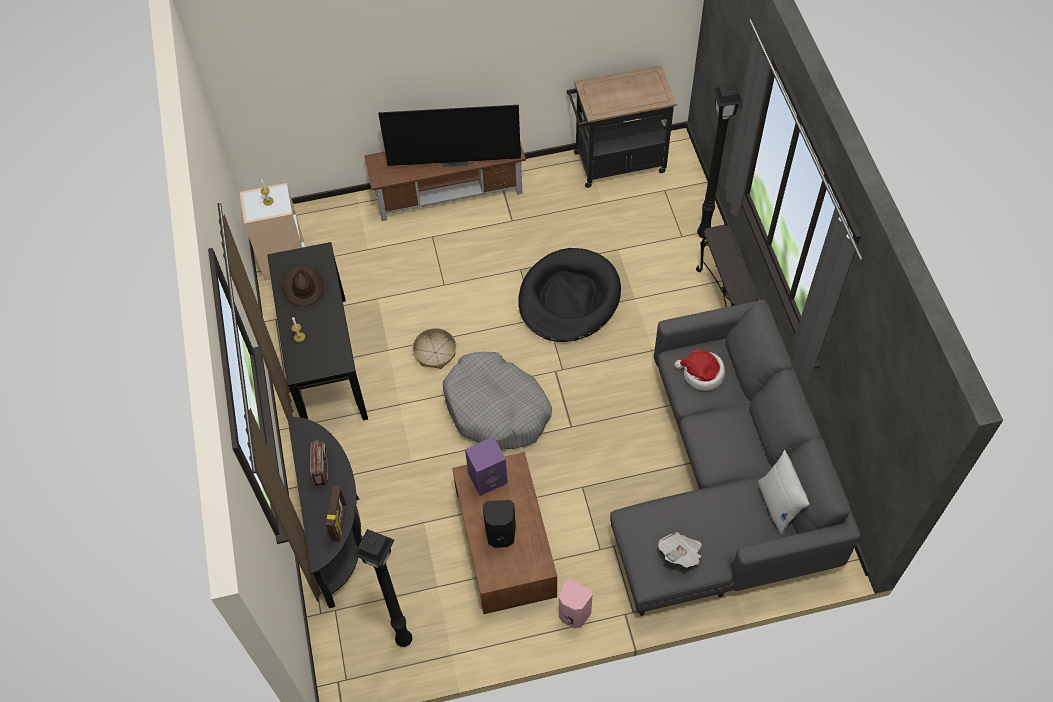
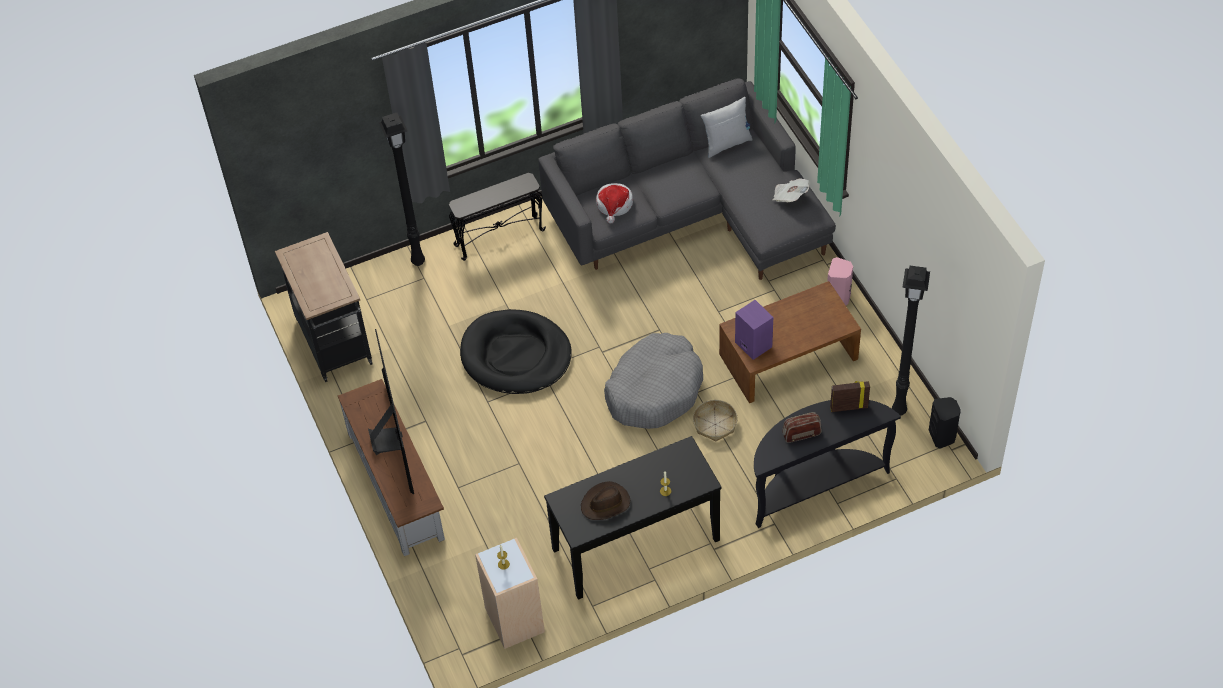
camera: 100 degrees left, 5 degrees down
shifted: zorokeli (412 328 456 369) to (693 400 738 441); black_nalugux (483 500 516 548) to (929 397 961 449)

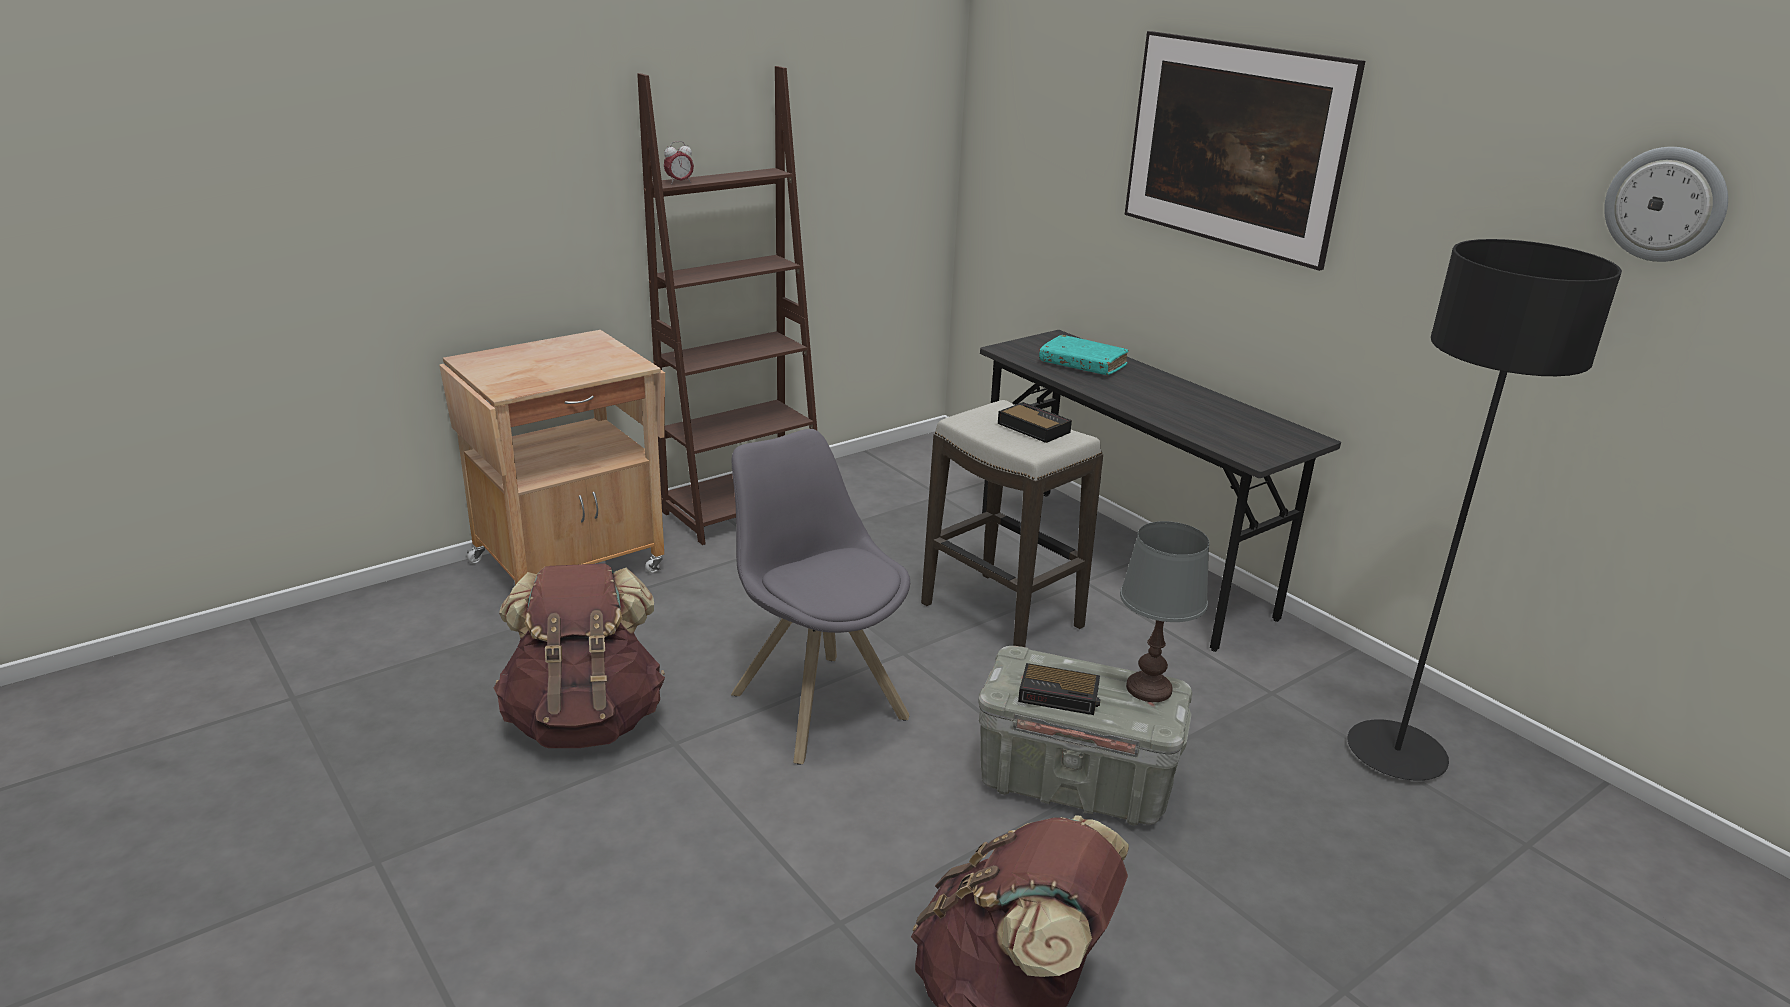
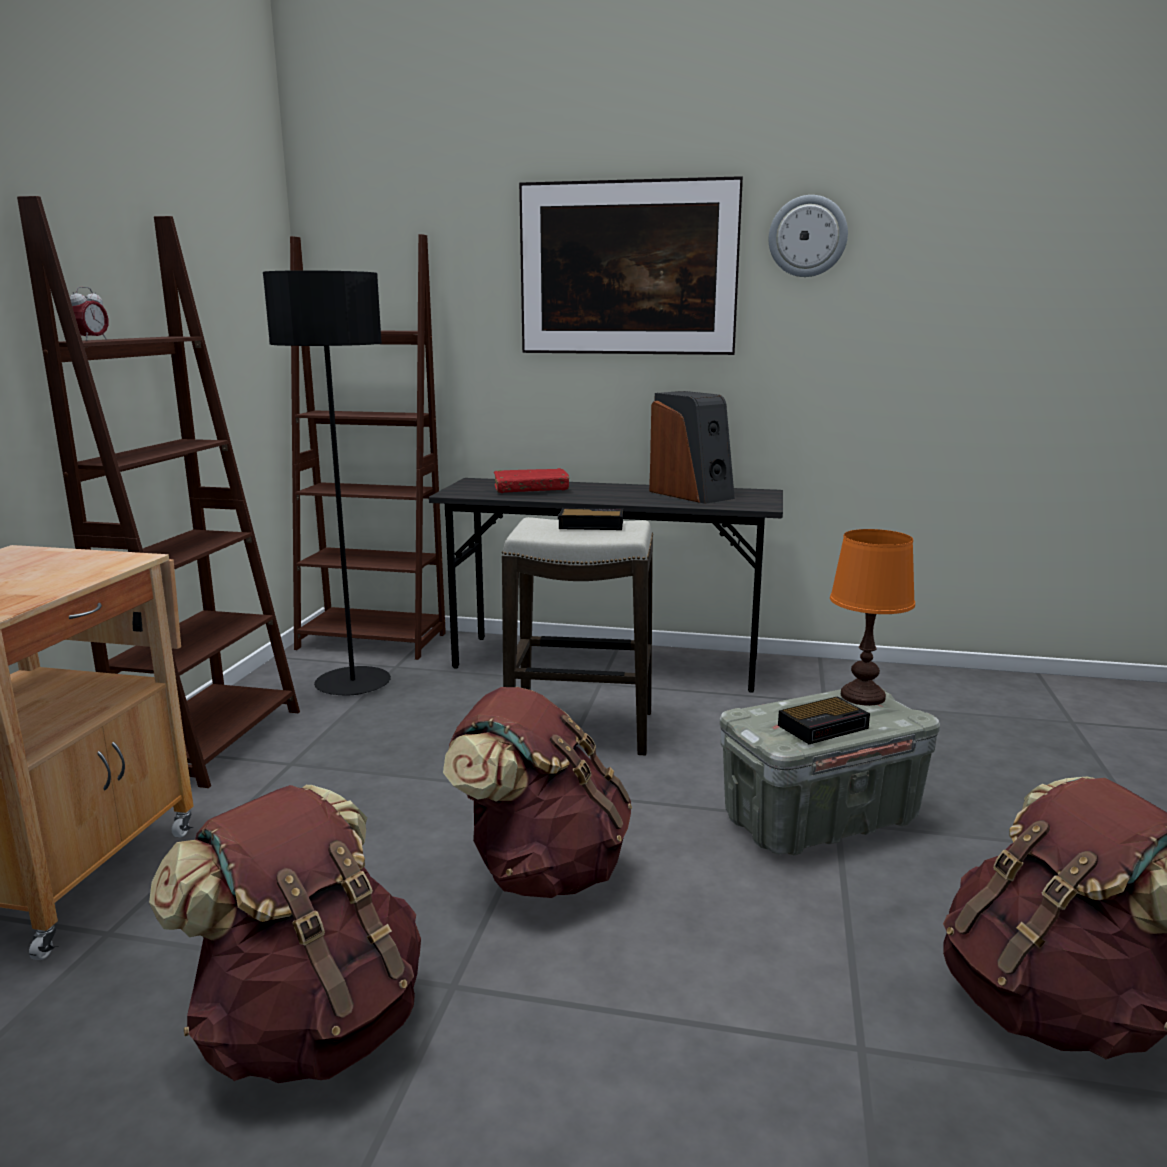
camera: 40 degrees left, 10 degrees down
new: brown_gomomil (290 234 446 660); nalugux (649 391 735 504)
shifted: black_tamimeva (1348 239 1622 780) to (263 270 391 695); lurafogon (1604 147 1728 262) to (769 195 848 277)
swapped: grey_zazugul (731 429 910 765) to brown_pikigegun (443 687 632 898)
repainted: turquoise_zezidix (1039 335 1129 375) to red_zezidix (494 468 569 493); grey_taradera (1120 521 1209 702) to orange_taradera (830 529 915 706)

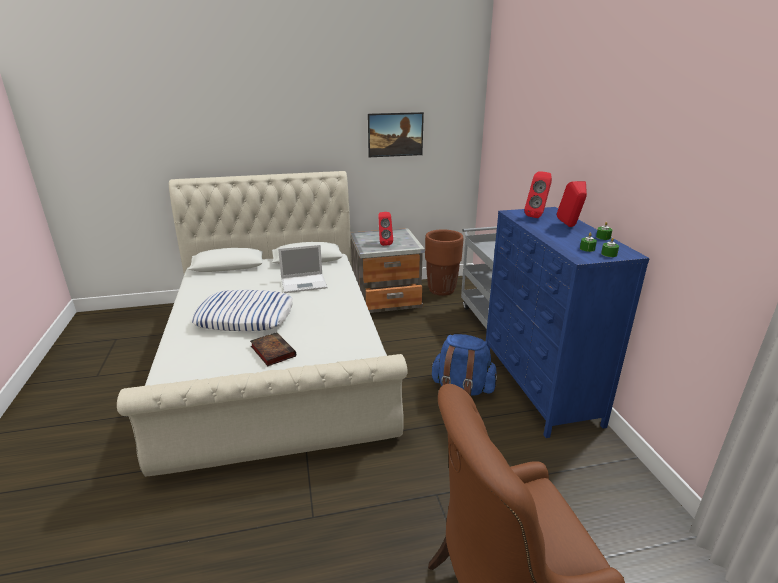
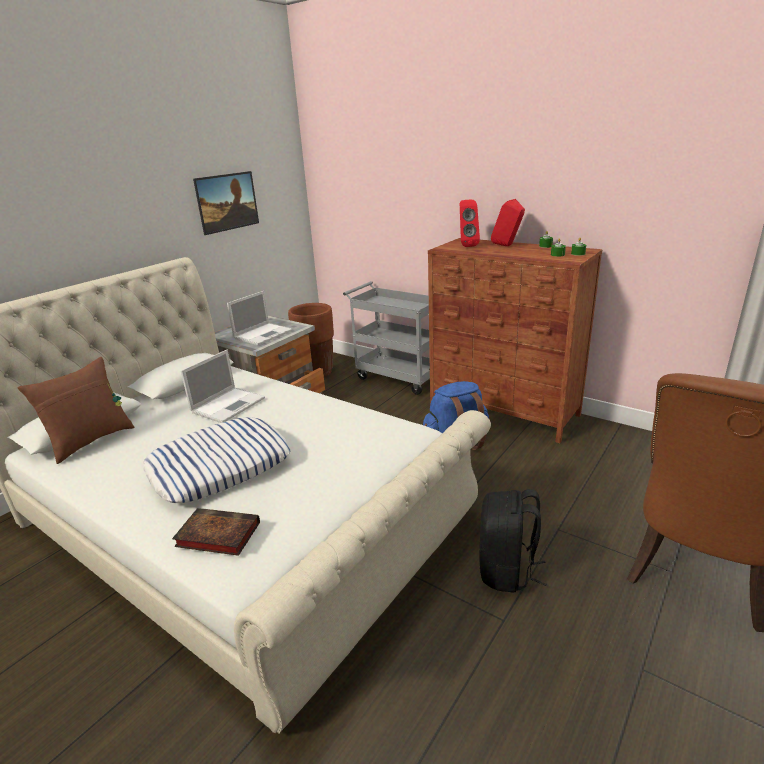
camera: 40 degrees left, 0 degrees up
new: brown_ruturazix (18 357 135 464); black_pikigegun (479 489 547 593)
shifted: zezidix (250 332 296 366) to (172 508 260 556)
swapped: red_nalugux (378 212 393 246) to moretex (227 291 292 345)
repainted: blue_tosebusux (486 207 650 438) to brown_tosebusux (428 238 602 443)

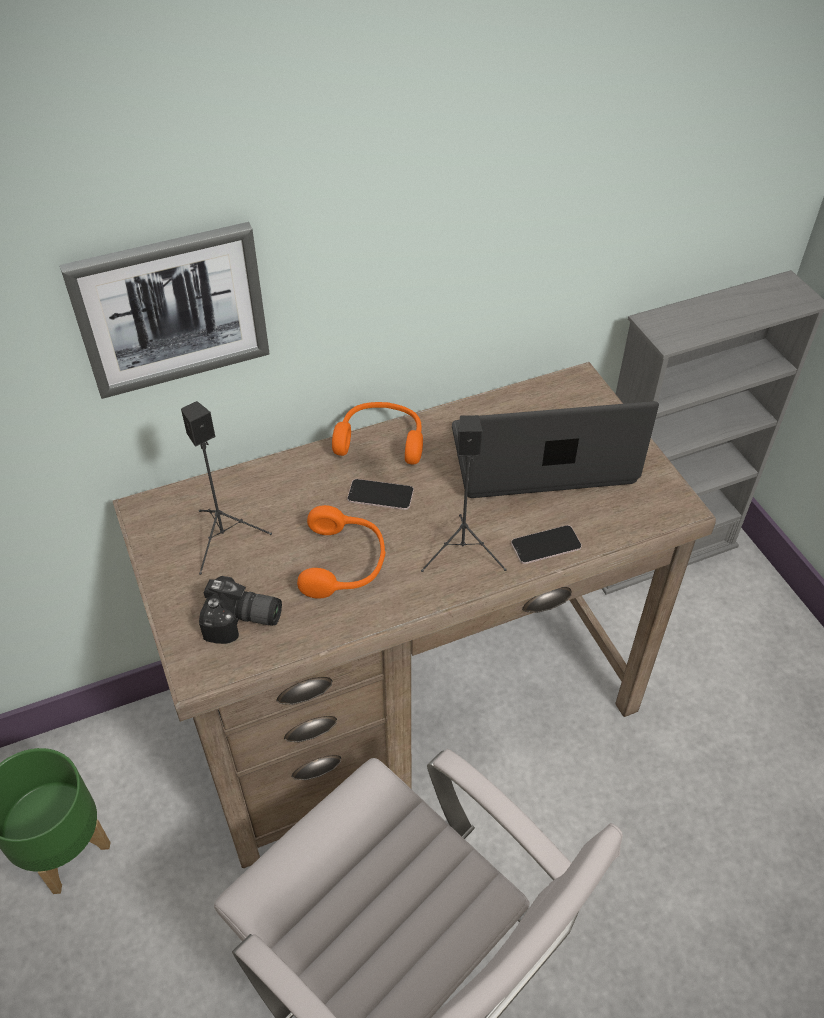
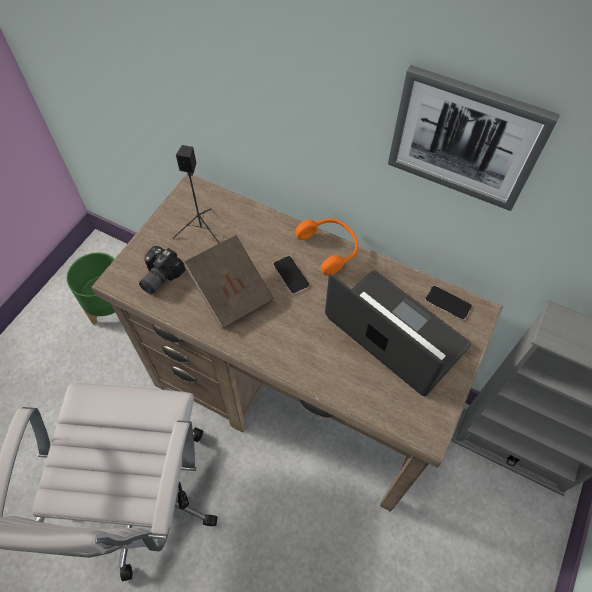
camera: 50 degrees right, 10 degrees up
gone: black_nalugux (421 415 507 572)
shifted: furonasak (60 222 269 399) to (388 65 560 211); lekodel (511 525 582 564) to (425 286 472 320)
swapped: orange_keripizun (297 505 386 599) to brown_zezidix (184 235 274 329)
rotated: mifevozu (199 576 282 644) = (139 246 185 294) 60 degrees clockwise

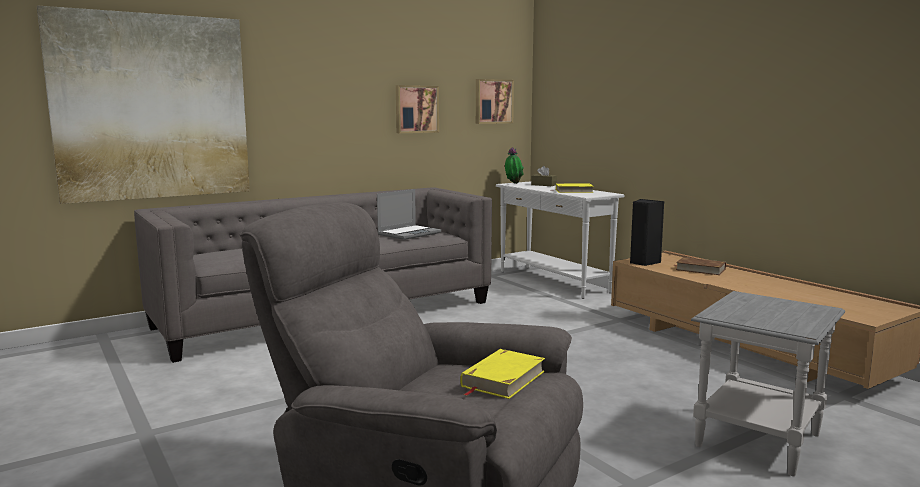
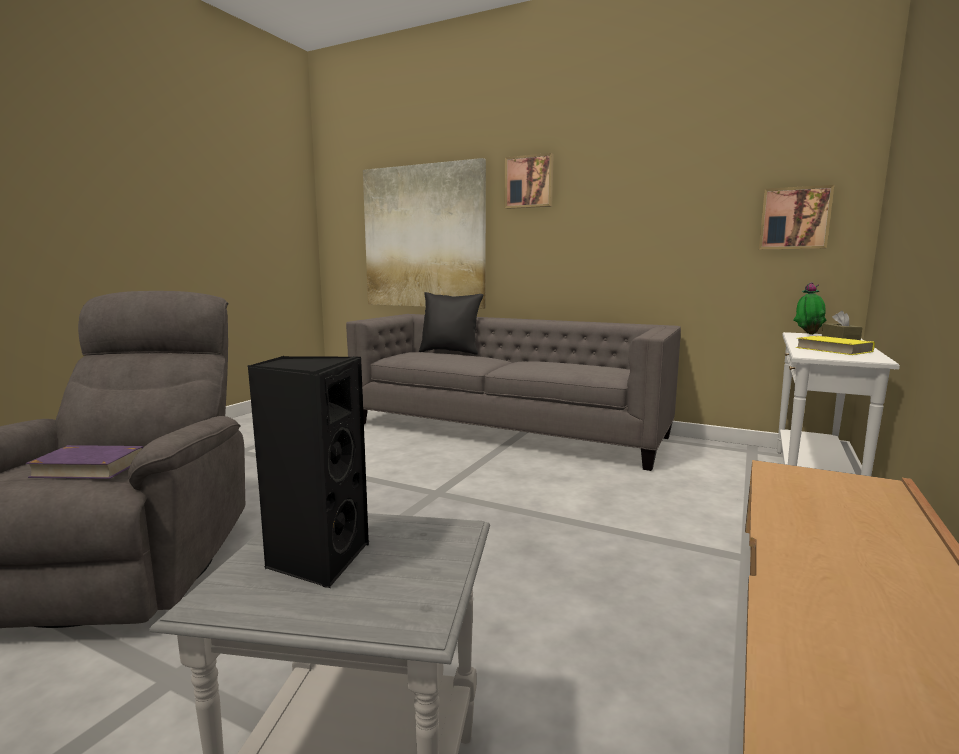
camera: 60 degrees right, 0 degrees up
gone: moretex (377 189 441 240); brown_zezidix (676 257 726 275)
new: black_ruturazix (419 292 483 355)
shifted: furonasak (396 85 439 133) to (504 153 554 209); black_nalugux (630 199 664 266) to (248 356 369 588)
repainted: yellow_zezidix (460 349 545 399) to purple_zezidix (25 445 144 479)

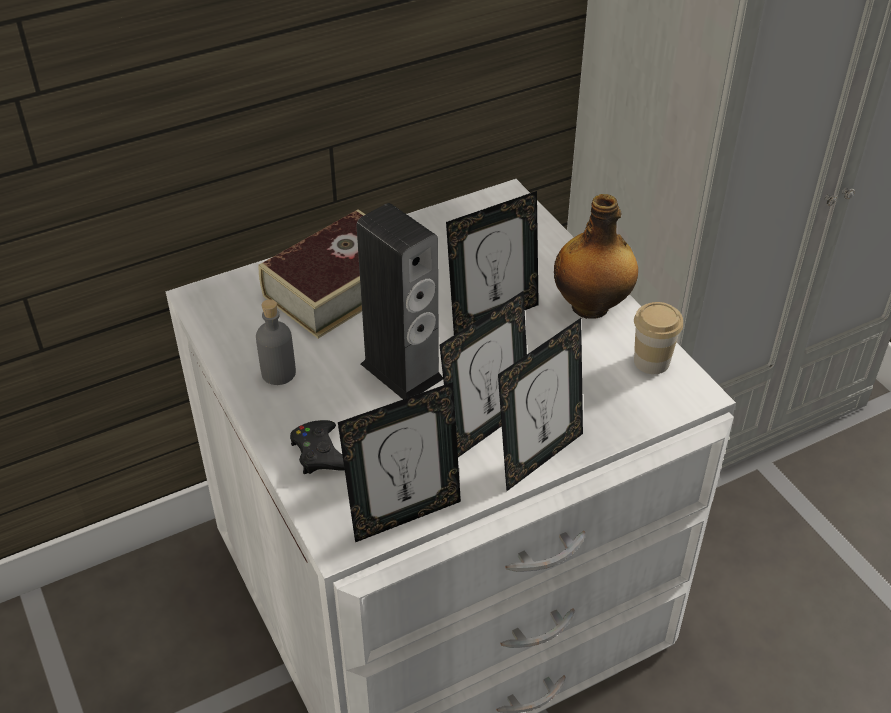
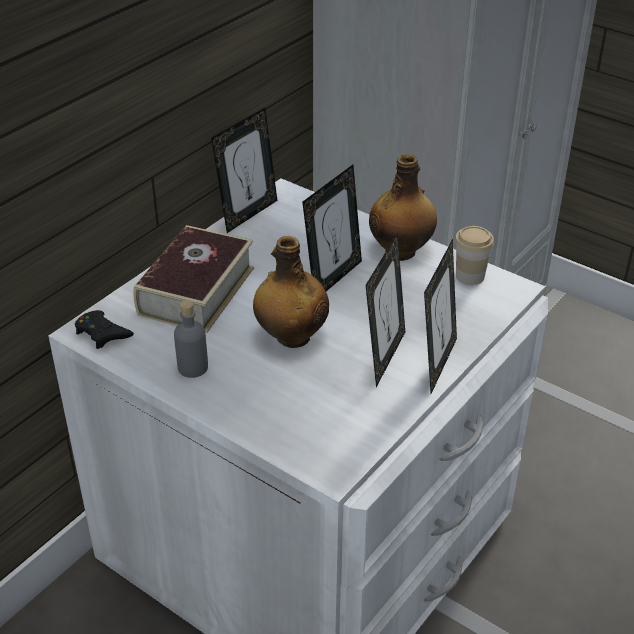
camera: 25 degrees left, 5 degrees down
shifted: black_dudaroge (290 420 345 474) to (75 310 134 349); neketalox (338 382 461 542) to (211 108 277 233)
swapped: nalugux (357 203 443 399) to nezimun (253 236 329 348)

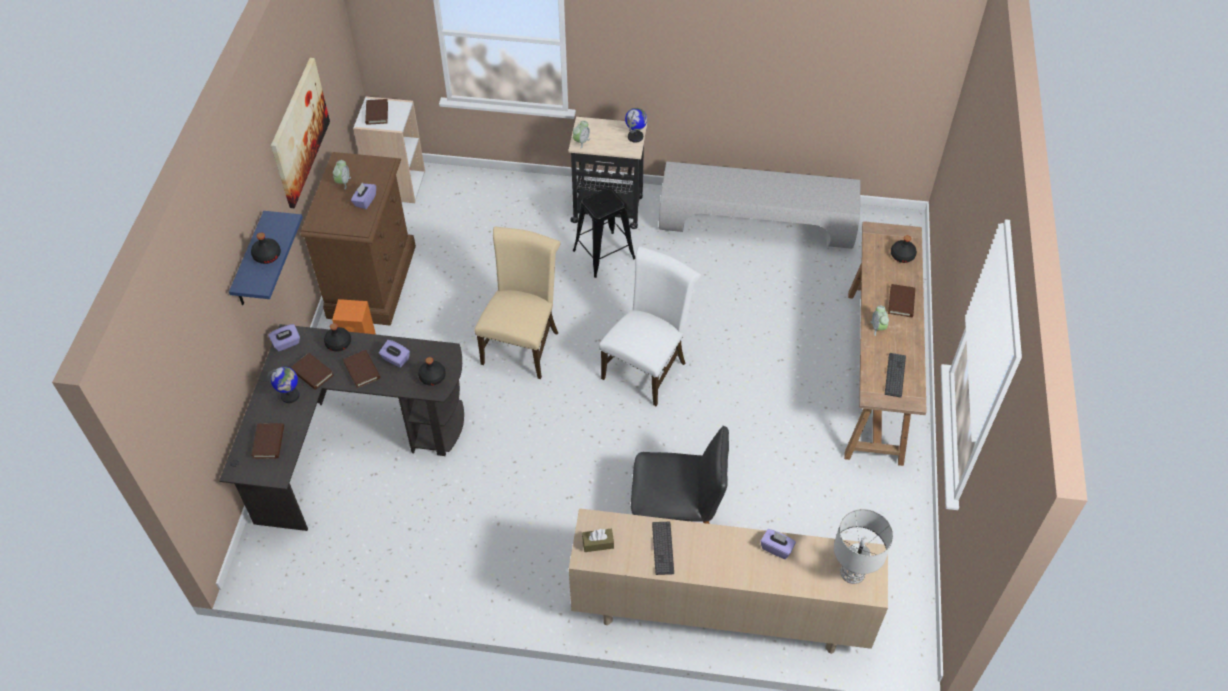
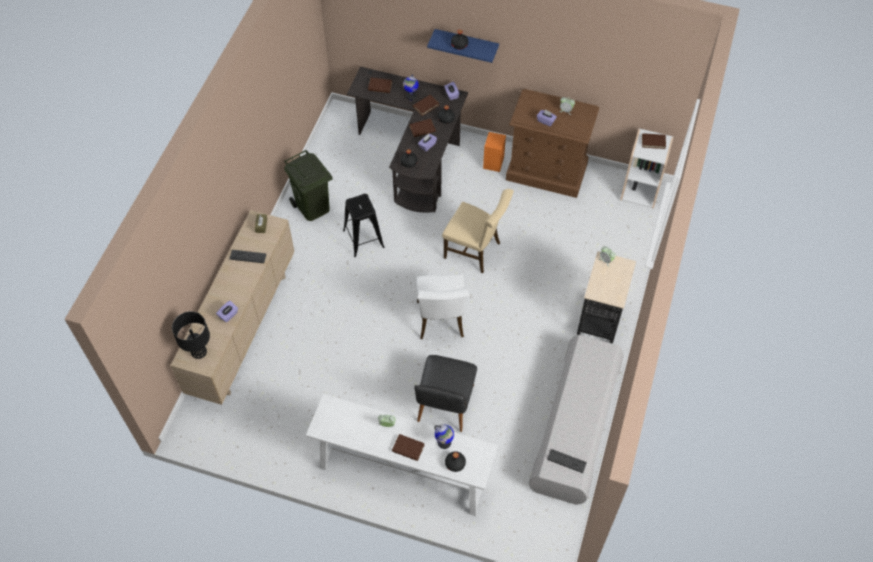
camera: 100 degrees right, 5 degrees up
gone: furonasak (271 58 330 208)
new: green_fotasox (284 150 333 221)
shifted: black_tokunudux (573 187 635 278) to (343 194 384 257); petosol (625 108 648 143) to (434 425 454 449); black_zazugul (631 426 729 524) to (414 355 477 432); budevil (885 353 906 398) to (547 449 587 473)
repainted: white_taradera (834 509 893 584) to black_taradera (172 311 210 359); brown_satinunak (844 221 927 466) to white_satinunak (306 394 498 516)
rotated: white_zazugul (599 246 701 406) = (416 275 470 339) 45 degrees clockwise

